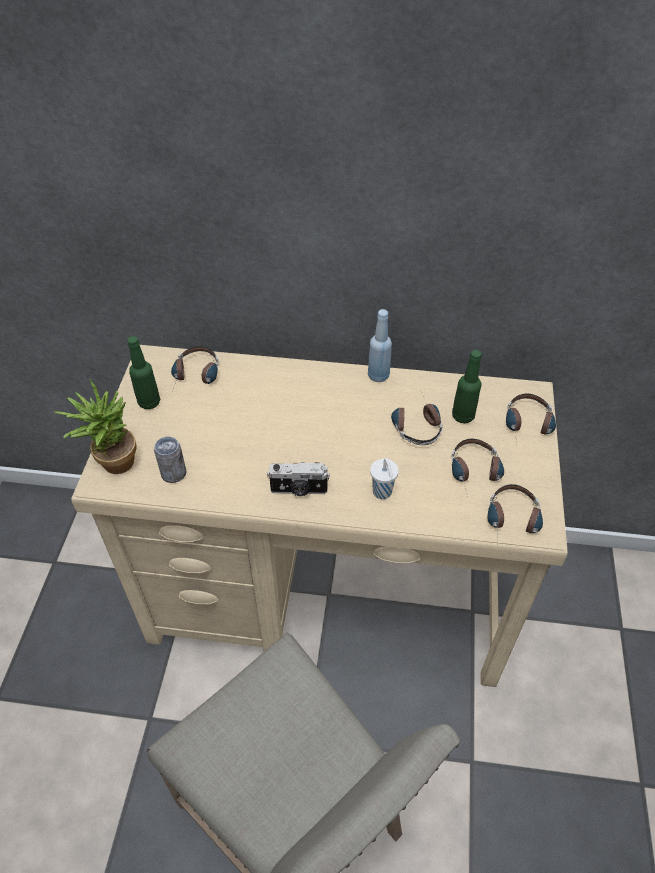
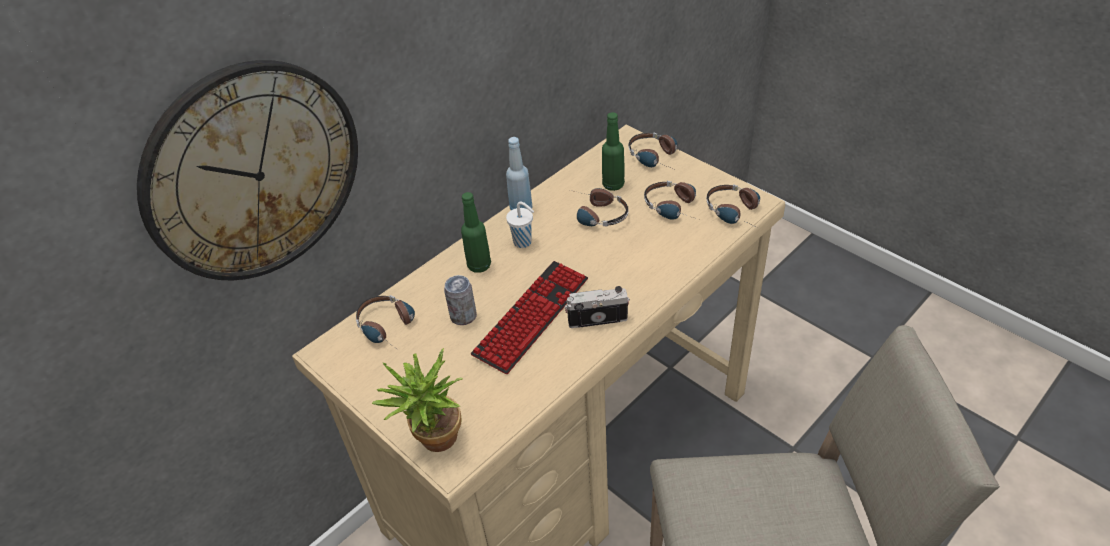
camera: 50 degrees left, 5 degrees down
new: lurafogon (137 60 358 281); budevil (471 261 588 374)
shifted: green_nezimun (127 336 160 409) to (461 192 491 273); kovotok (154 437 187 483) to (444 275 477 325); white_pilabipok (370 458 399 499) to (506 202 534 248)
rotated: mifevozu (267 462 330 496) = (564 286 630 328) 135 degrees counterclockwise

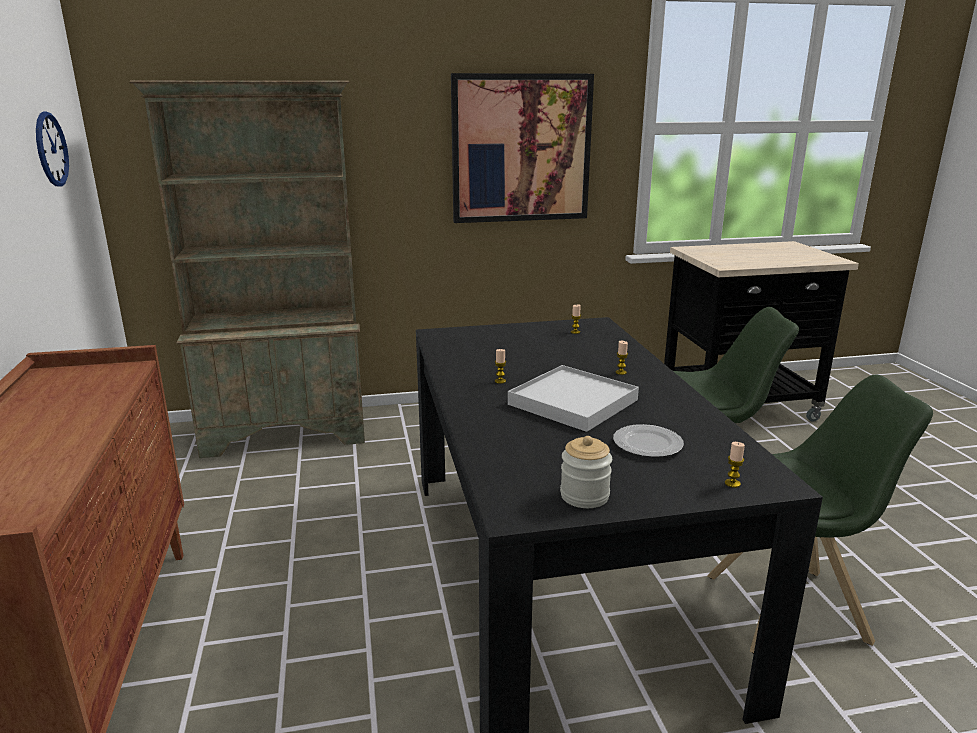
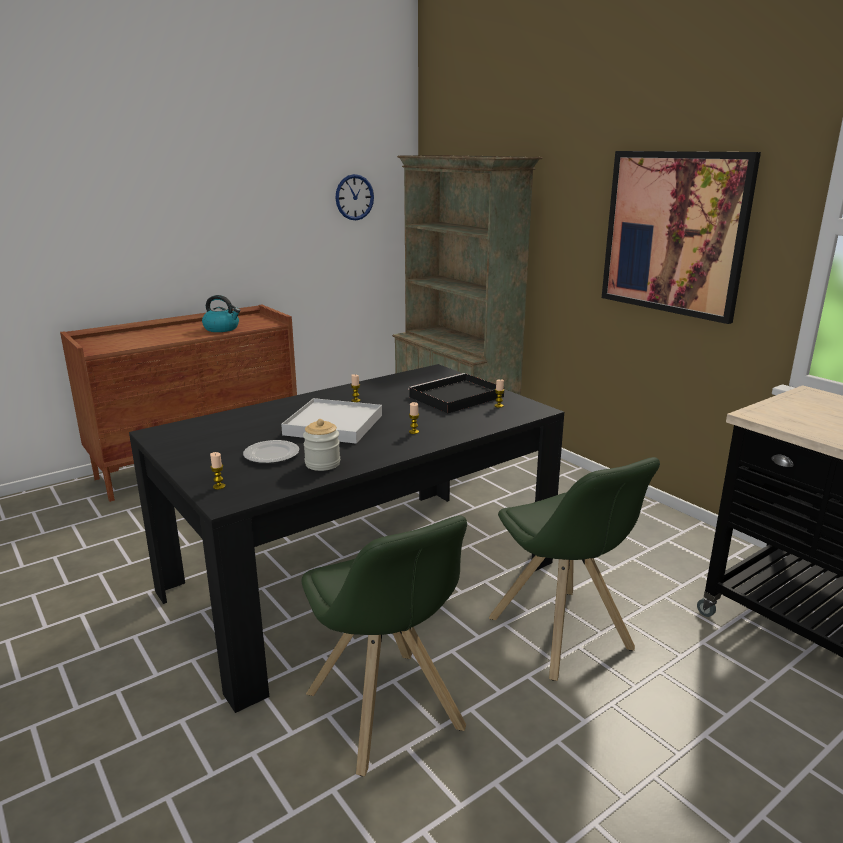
camera: 65 degrees right, 0 degrees up
new: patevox (202 295 240 332); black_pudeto (408 373 504 413)
shifted: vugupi (560 436 612 508) to (303 419 340 471)

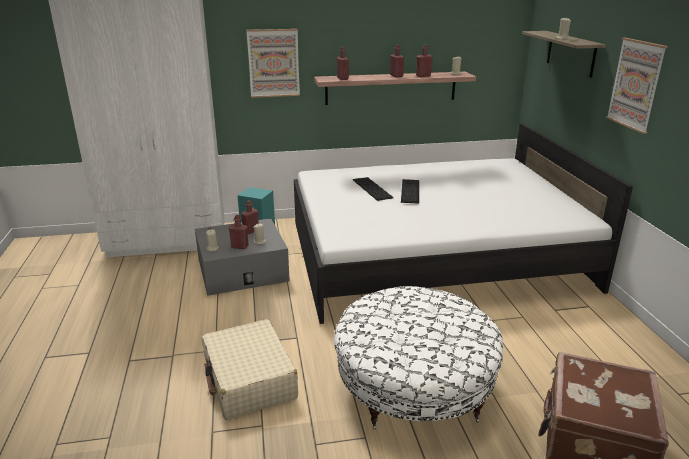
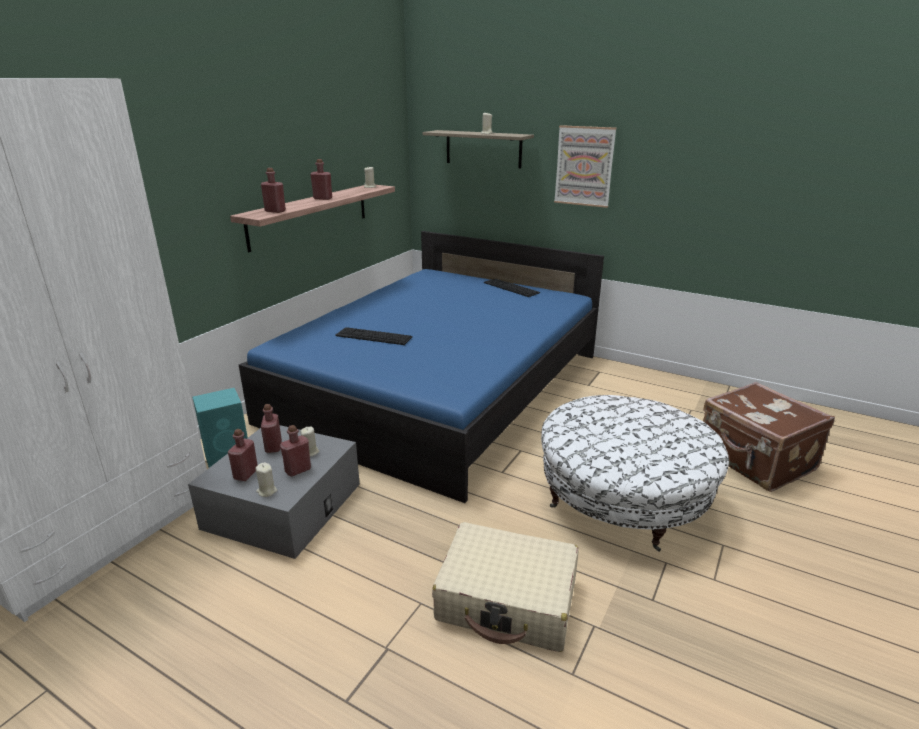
camera: 50 degrees left, 0 degrees up
gone: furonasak (247 29 300 98)
shifted: budevil (401 179 419 203) to (484 279 540 297); red_nezimun (416 45 433 77) to (228 429 258 481)
repainted: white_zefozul (294 123 633 324) to blue_zefozul (239 231 604 503)

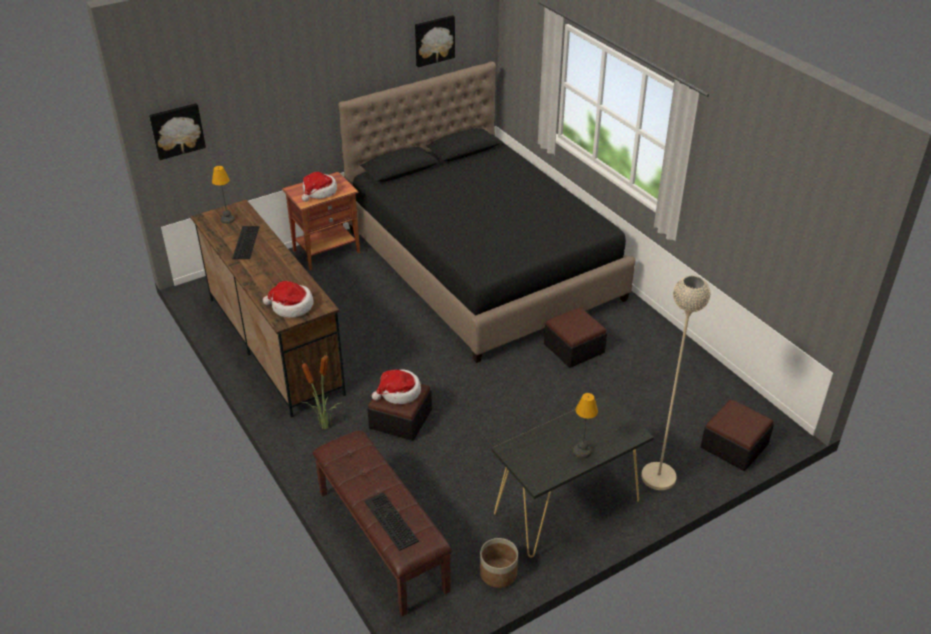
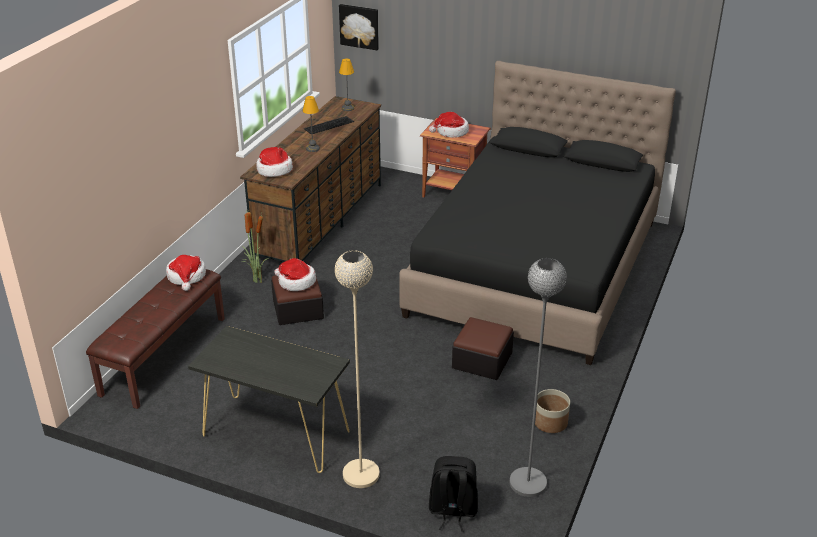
camera: 55 degrees right, 5 degrees down
gone: budevil (365 492 419 551); furonasak (415 15 455 67)
new: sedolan (166 255 206 291); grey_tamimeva (510 258 567 497)
shifted: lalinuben (480 538 518 588) to (535 389 570 433); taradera (573 393 598 458) to (302 96 320 152)
swapped: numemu (701 399 774 471) to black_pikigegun (429 456 478 531)

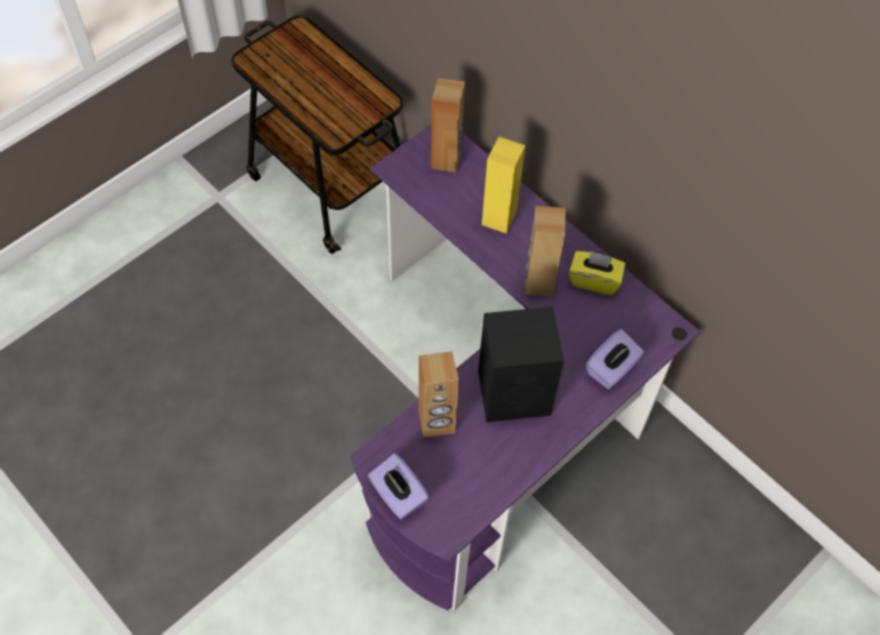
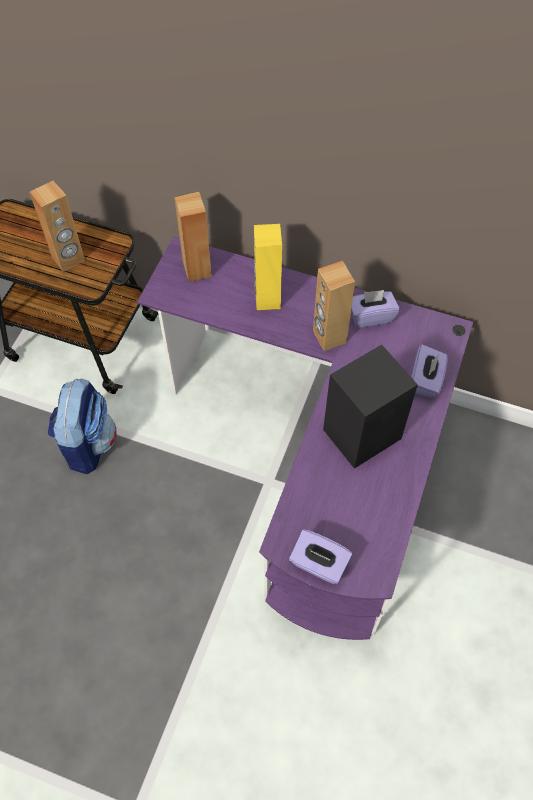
camera: 25 degrees left, 0 degrees up
new: pikigegun (48 379 117 474)
shifted: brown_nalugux (419 351 459 438) to (29 181 85 272)
repainted: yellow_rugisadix (569 251 625 295) to purple_rugisadix (351 290 400 328)

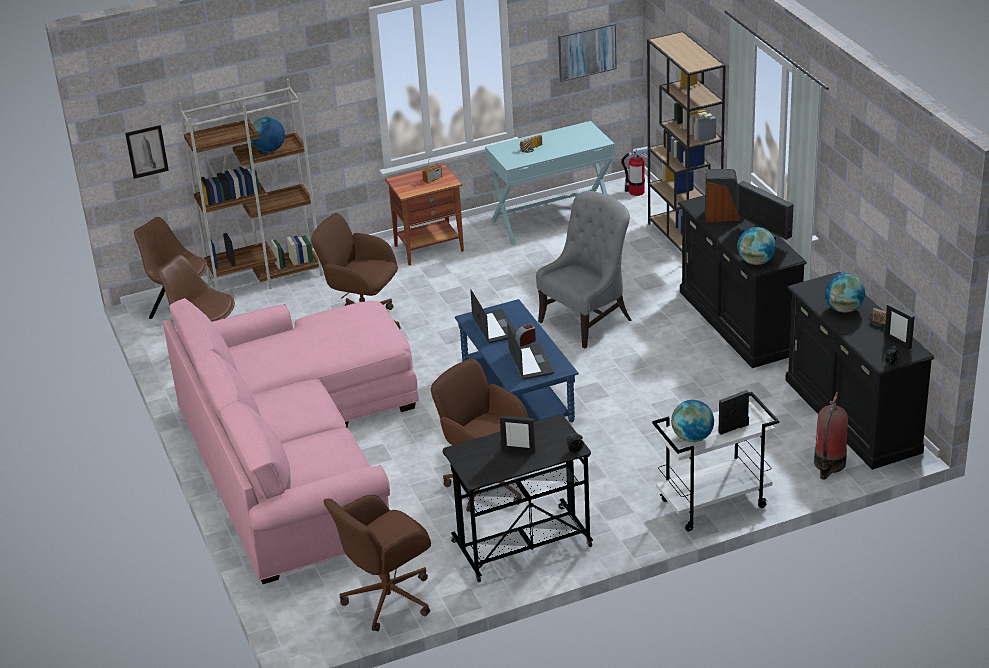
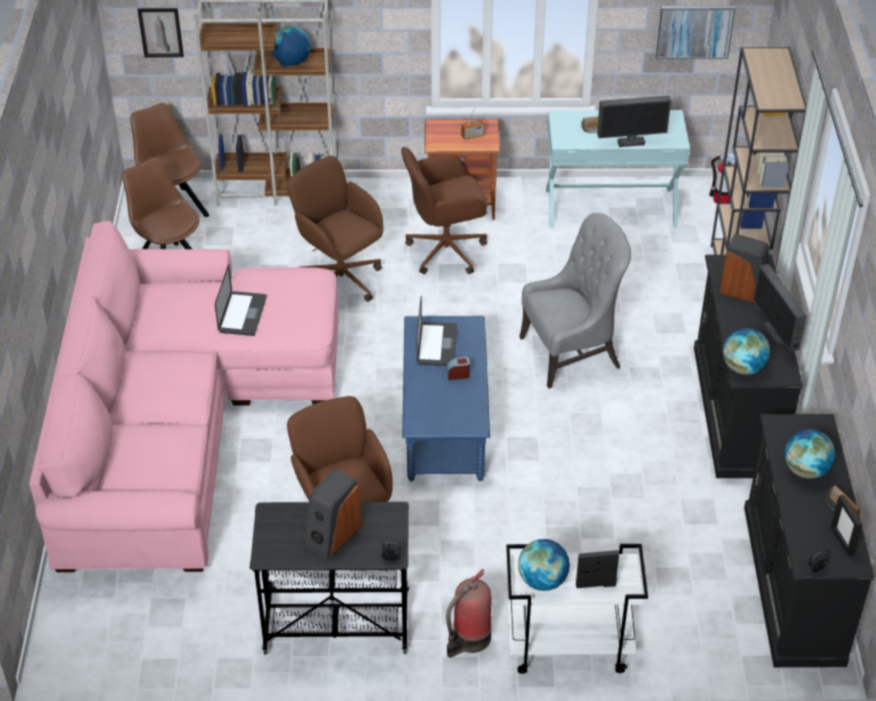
camera: 20 degrees right, 10 degrees up
new: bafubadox (597 96 671 147)
shifted: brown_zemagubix (324 495 431 631) to (401 147 488 274); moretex (507 323 554 380) to (215 265 267 336); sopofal (814 392 848 480) to (446 569 492 658)
swapped: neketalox (500 415 535 454) to nalugux (305 469 362 559)

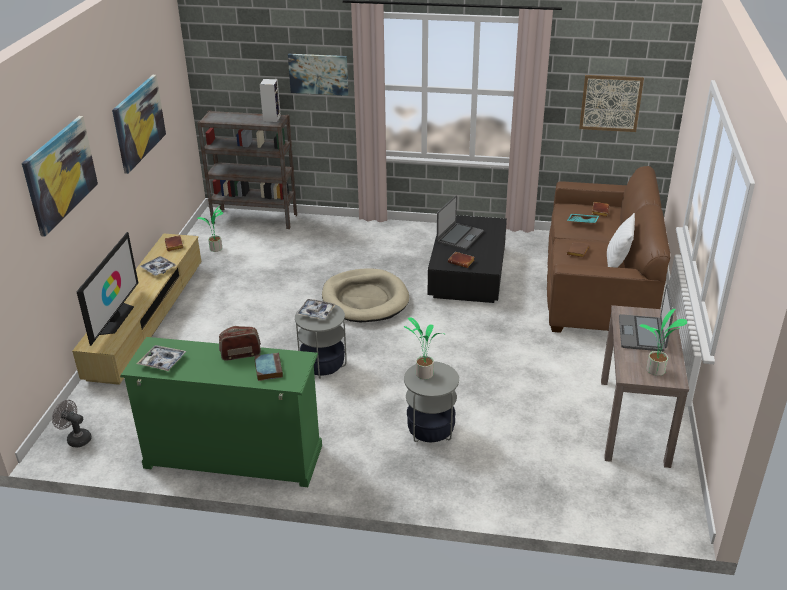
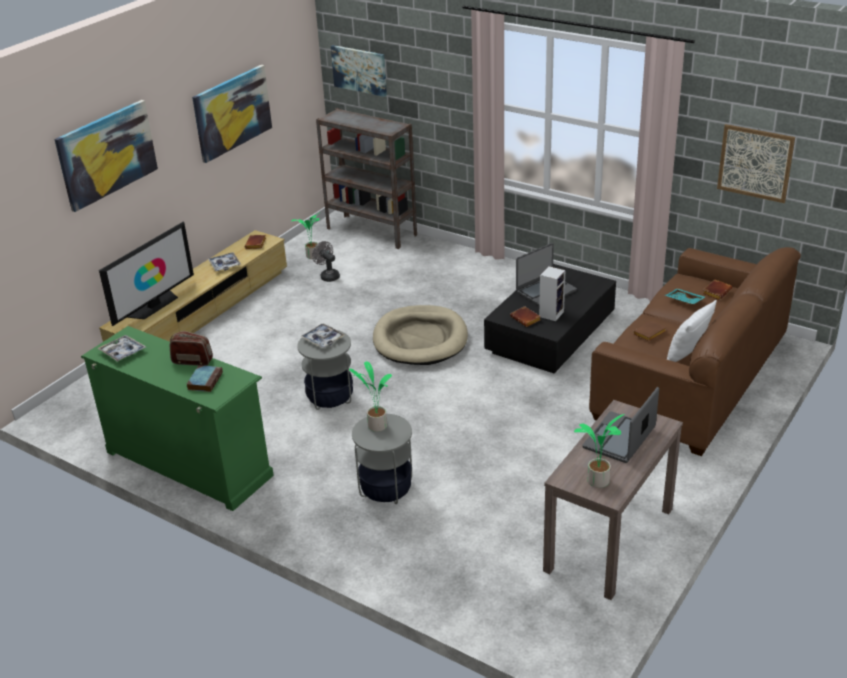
camera: 25 degrees right, 0 degrees up
shifted: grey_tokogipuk (52 400 92 448) to (312 241 340 282); nalugux (260 79 281 122) to (539 266 565 321); furonasak (288 54 348 96) to (331 45 387 97)

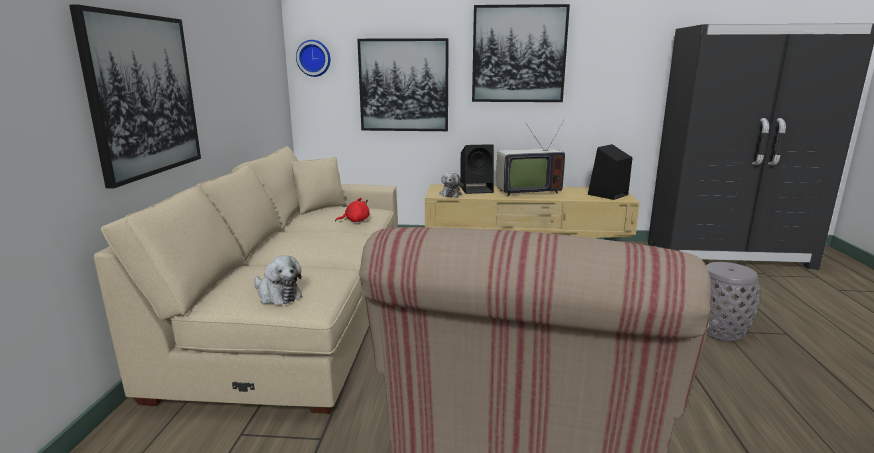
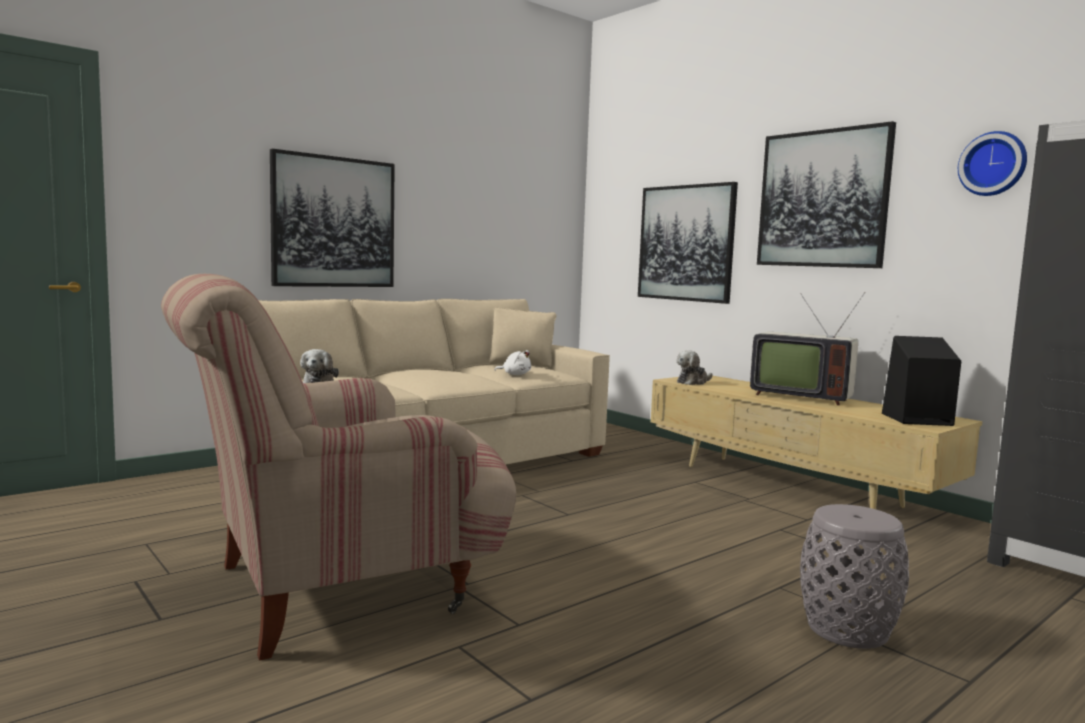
camera: 45 degrees right, 10 degrees down
gone: black_nalugux (460 144 494 194)
shifted: lurafogon (296 40 330 77) to (958 131 1027 196)
repainted: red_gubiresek (335 198 370 222) to white_gubiresek (495 350 531 375)

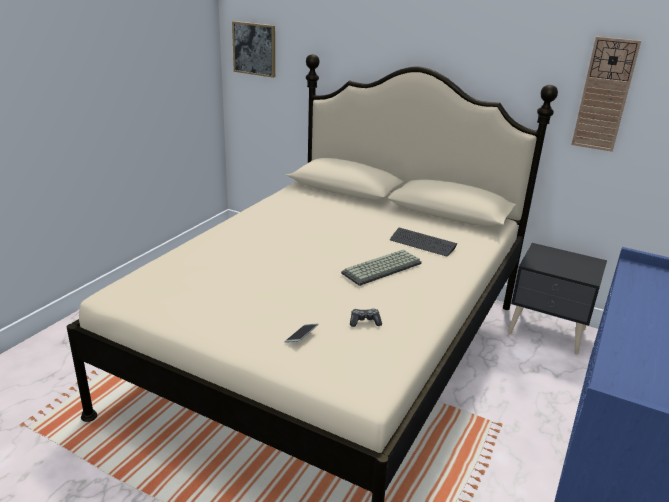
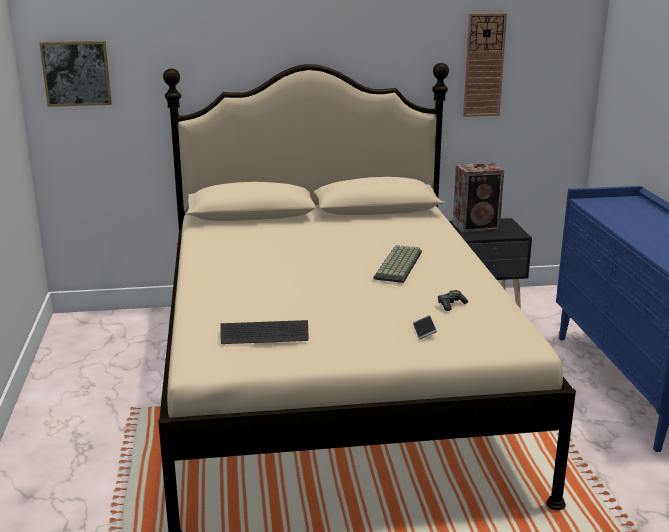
camera: 35 degrees left, 5 degrees down
new: nalugux (453 163 504 233)
shifted: budevil (390 228 458 256) to (220 320 308 344)

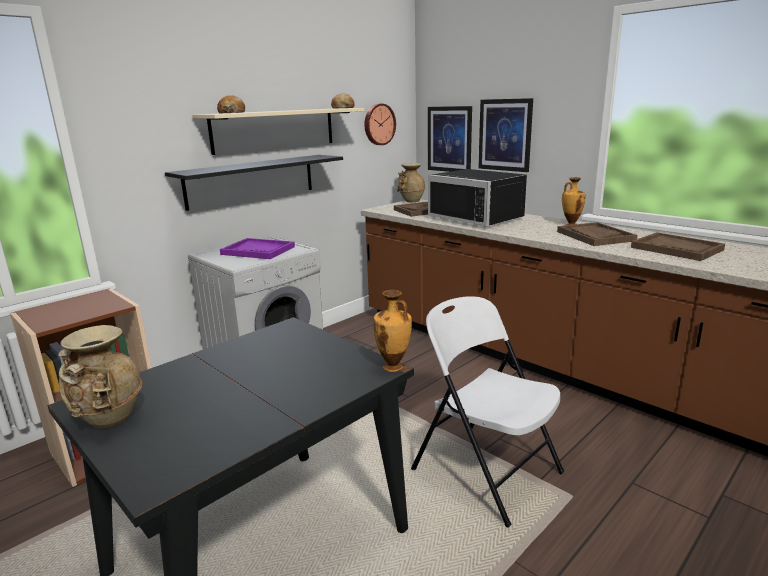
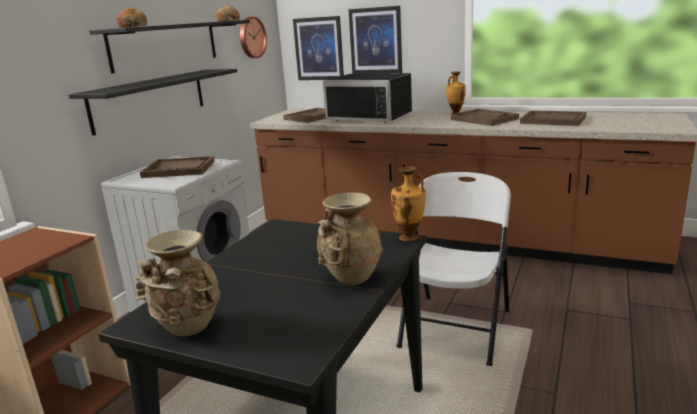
camera: 20 degrees left, 0 degrees up
shifted: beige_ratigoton (397 163 426 202) to (317 192 383 285)
repainted: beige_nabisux (192 108 364 155) to black_nabisux (89 20 250 74); purple_pudeto (220 238 295 259) to brown_pudeto (140 156 215 178)
rotated: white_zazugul (411 296 564 528) = (396 172 511 366) 90 degrees clockwise

